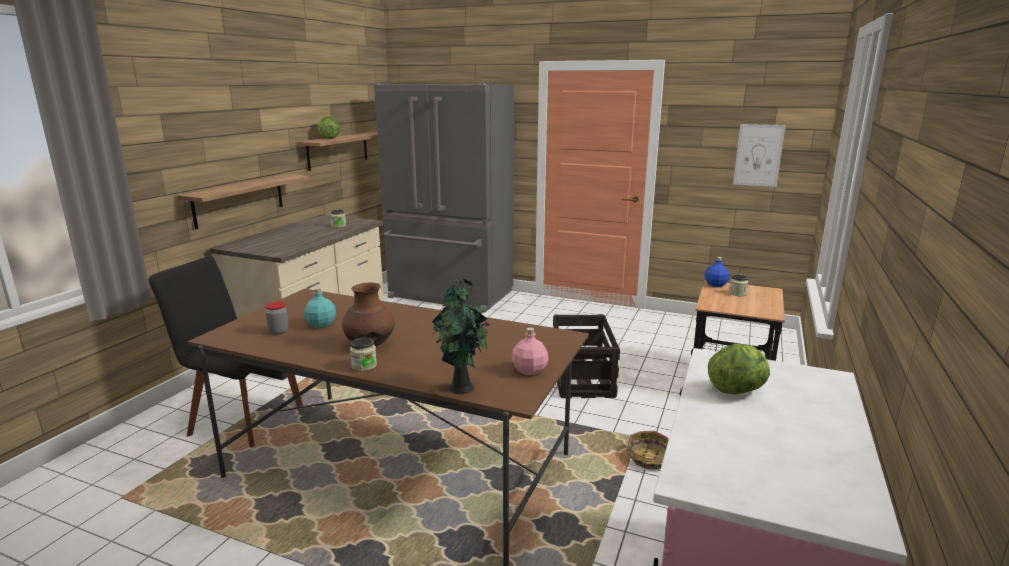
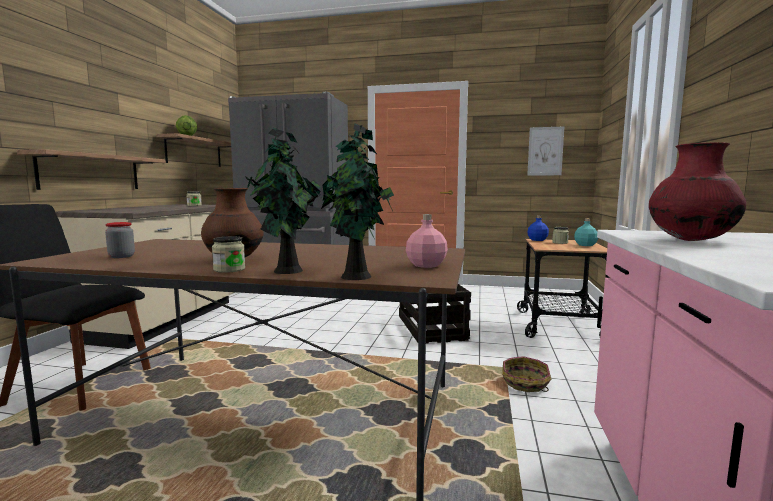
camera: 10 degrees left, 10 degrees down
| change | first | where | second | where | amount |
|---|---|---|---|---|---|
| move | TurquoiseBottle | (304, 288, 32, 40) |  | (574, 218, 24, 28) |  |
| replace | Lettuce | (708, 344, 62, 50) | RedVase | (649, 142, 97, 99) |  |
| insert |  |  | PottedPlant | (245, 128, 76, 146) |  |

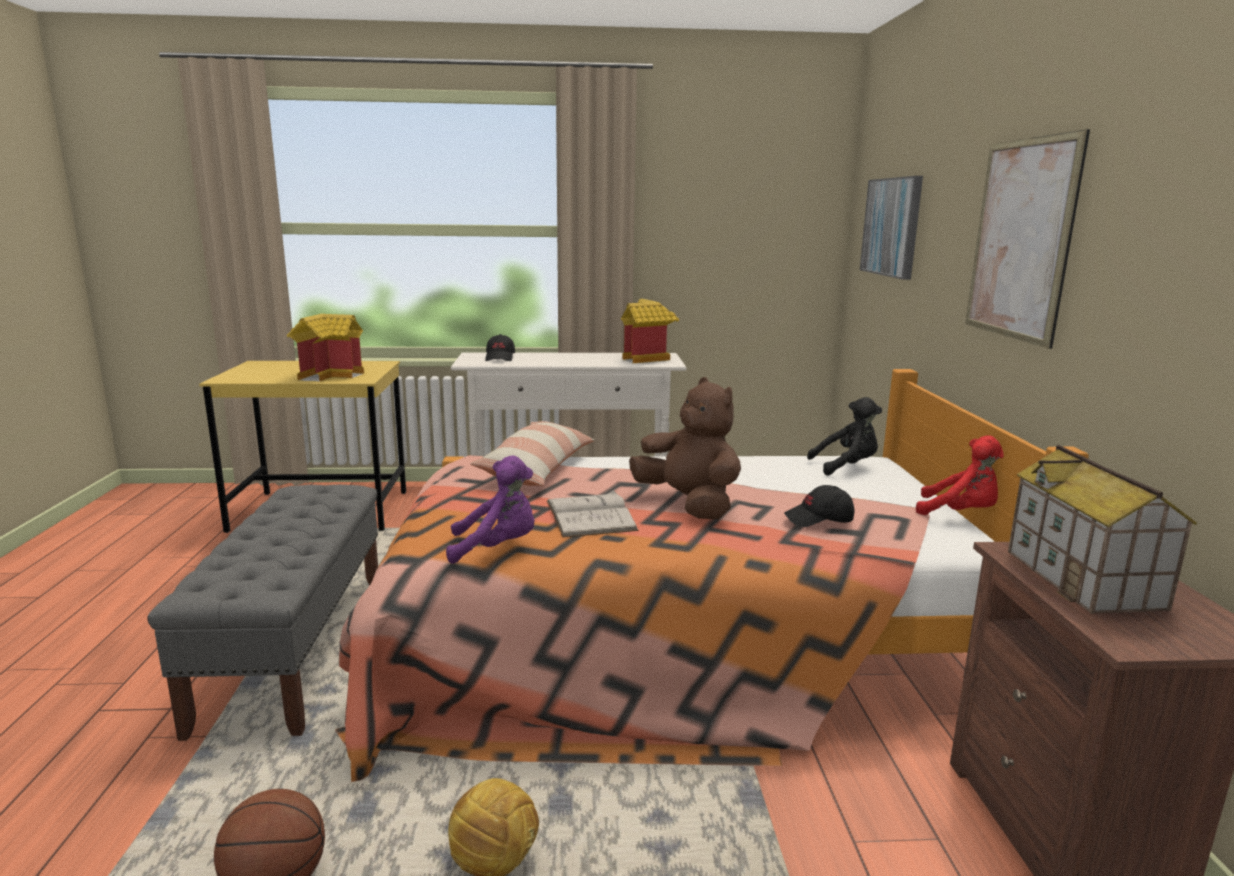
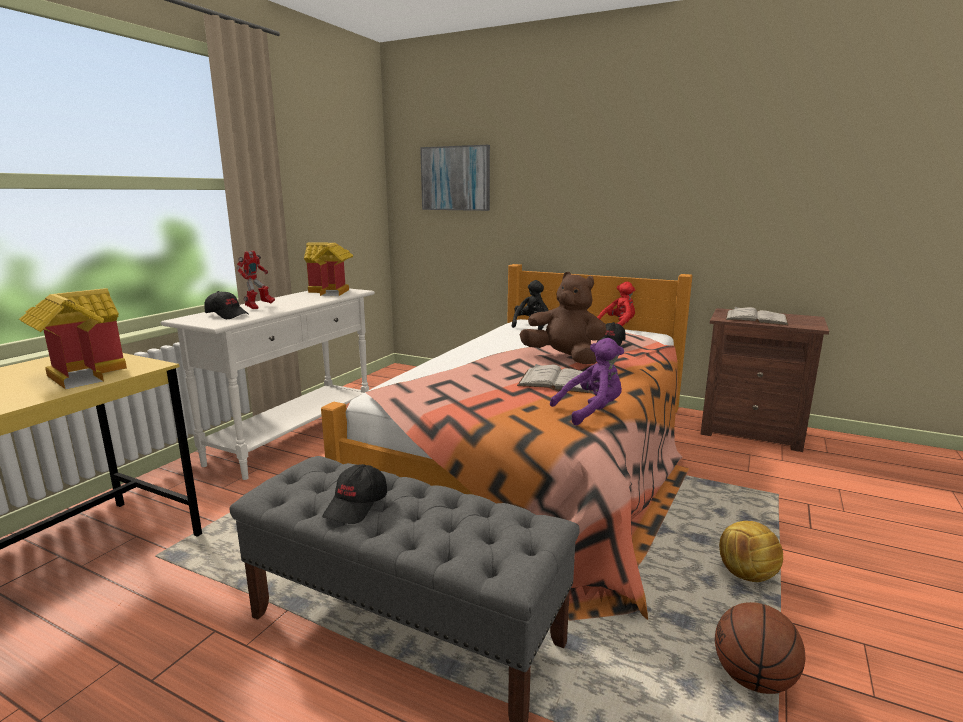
camera: 60 degrees left, 0 degrees up
| change | first | where | second | where | amount |
|---|---|---|---|---|---|
| rotate | PurplePlushToy | (446, 456, 88, 108) |  | (550, 338, 74, 87) | 45 degrees clockwise |
| delete | Pillow | (470, 421, 125, 65) |  |  |  |
| rotate | BrownPlushToy | (629, 377, 112, 142) |  | (519, 272, 88, 92) | 45 degrees clockwise |
| delete | Picture | (965, 129, 125, 220) |  |  |  |
| replace | ToyHouse | (1008, 445, 189, 169) | WhiteBook | (726, 306, 63, 19) |  |
| insert |  |  | ToyRobot | (236, 250, 39, 59) |  |
| insert |  |  | BlackCap | (322, 464, 65, 60) |  |

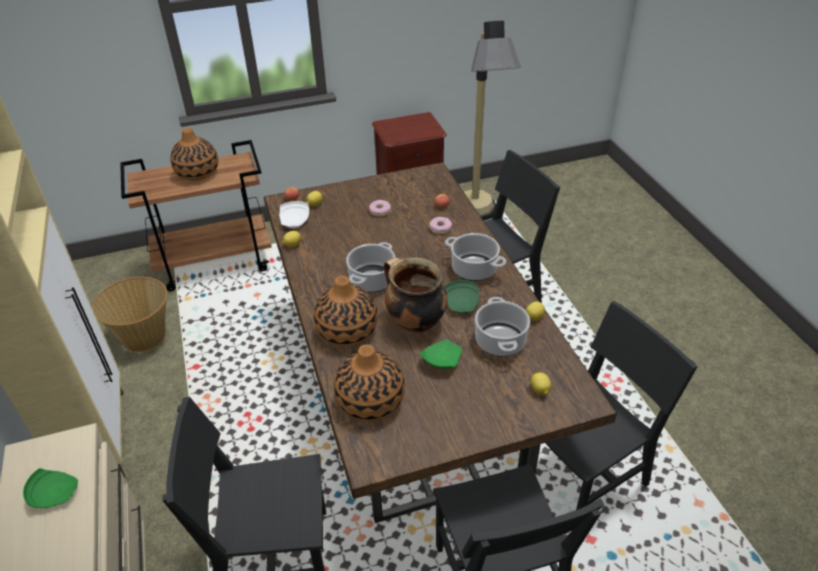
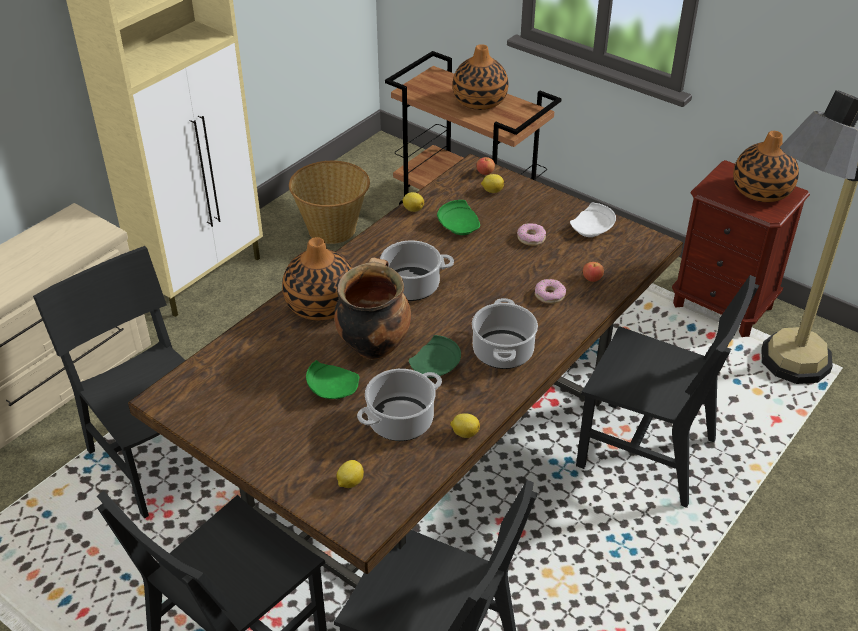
camera: 55 degrees right, 0 degrees up
| change | first | where | second | where | amount |
|---|---|---|---|---|---|
| move | GreenPlate | (23, 468, 55, 40) |  | (437, 200, 43, 35) |  |
| move | WhitePlate | (279, 201, 30, 27) |  | (570, 202, 46, 35) |  |
| move | Vase | (334, 344, 71, 77) |  | (733, 131, 66, 71) |  |

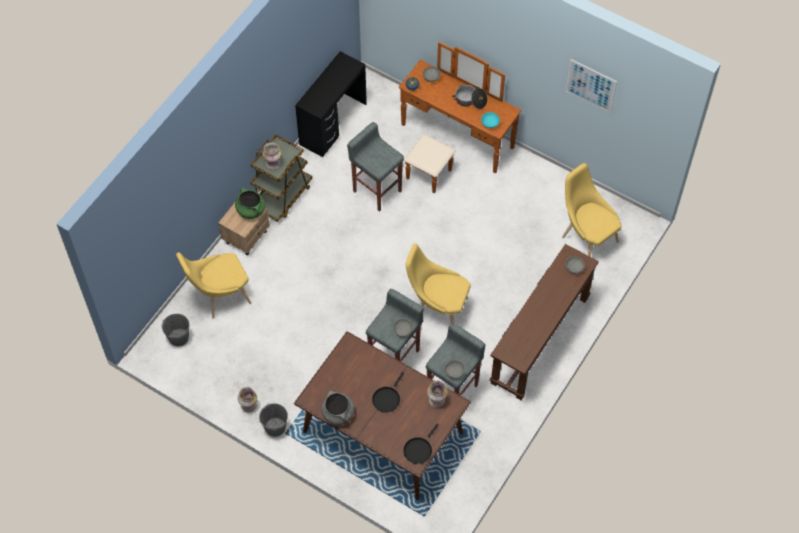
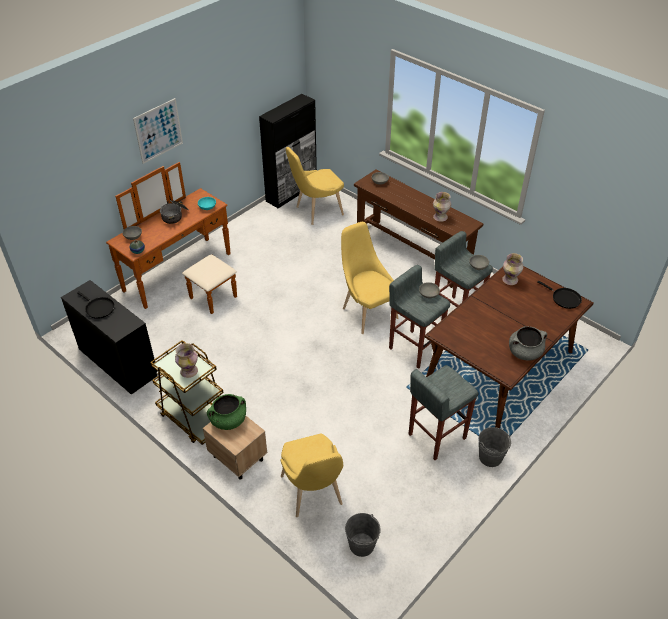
camera: 80 degrees left, 15 degrees down
| change | first | where | second | where | amount |
|---|---|---|---|---|---|
| move | Vase | (238, 387, 19, 25) |  | (433, 192, 18, 30) |  |
| move | GreyStool | (347, 122, 57, 90) |  | (408, 365, 70, 95) |  |
| move | BlackFryingPan | (372, 372, 32, 41) |  | (77, 291, 38, 28) |  |
| rotate | YellowChair | (406, 243, 65, 81) |  | (341, 222, 58, 112) | 120 degrees clockwise |
| move | Picture | (566, 59, 51, 54) |  | (133, 98, 50, 66) |  |
| insert |  |  | BlackCabinet | (259, 94, 58, 114) |  |

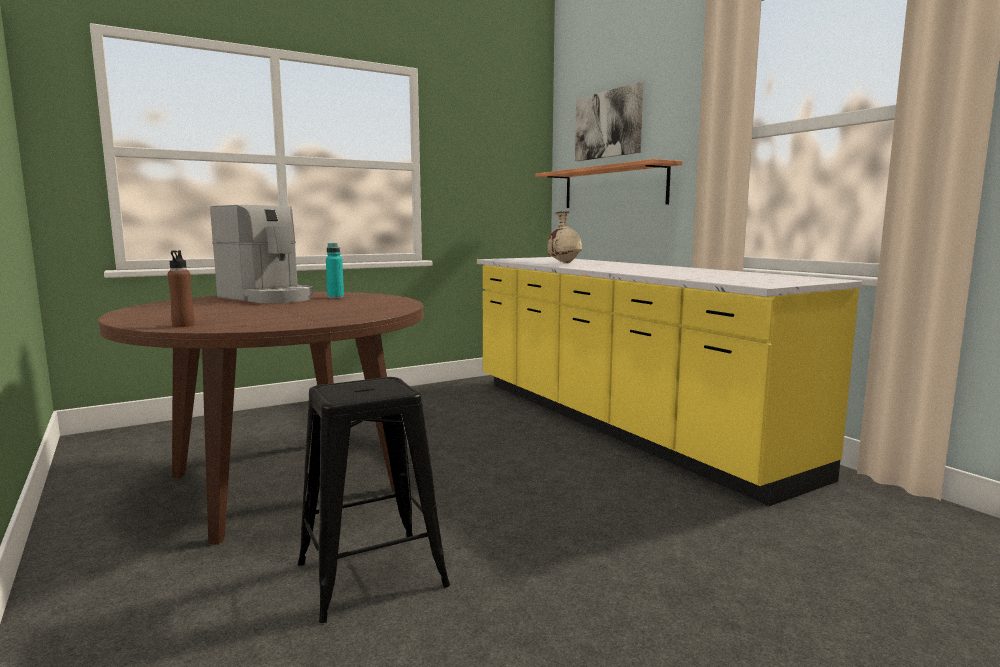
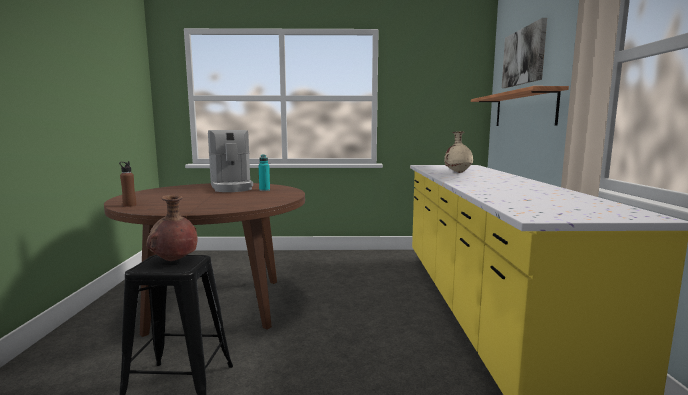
camera: 30 degrees right, 0 degrees up
| change | first | where | second | where | amount |
|---|---|---|---|---|---|
| insert |  |  | BrownVase | (146, 195, 52, 66) |  |

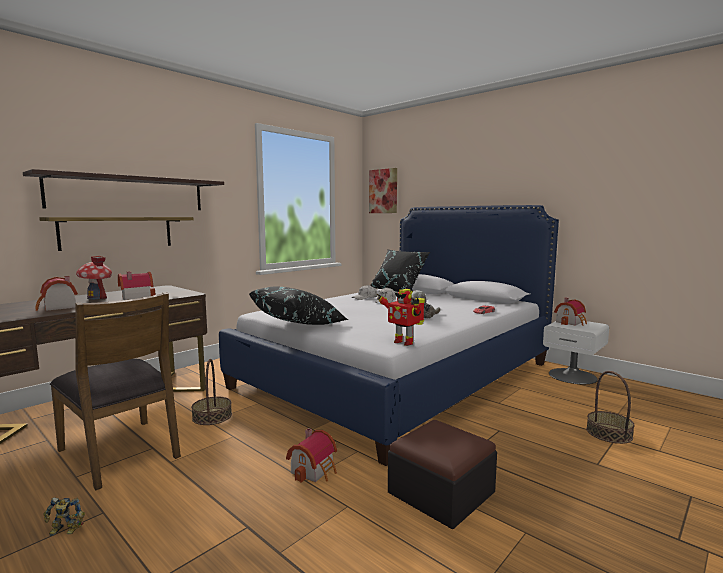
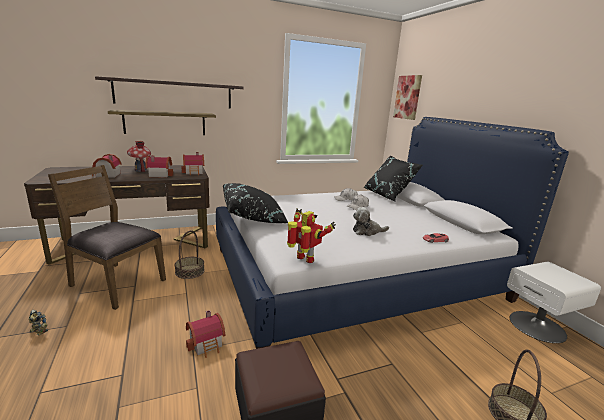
camera: 25 degrees right, 10 degrees up
| change | first | where | second | where | amount |
|---|---|---|---|---|---|
| rotate | BrownChair | (50, 292, 131, 198) |  | (48, 165, 118, 145) | 135 degrees clockwise |
| rotate | ToyRobot | (377, 289, 48, 57) |  | (287, 208, 49, 55) | 150 degrees clockwise |
| move | ToyHouse | (554, 298, 33, 28) |  | (181, 152, 23, 23) |  |

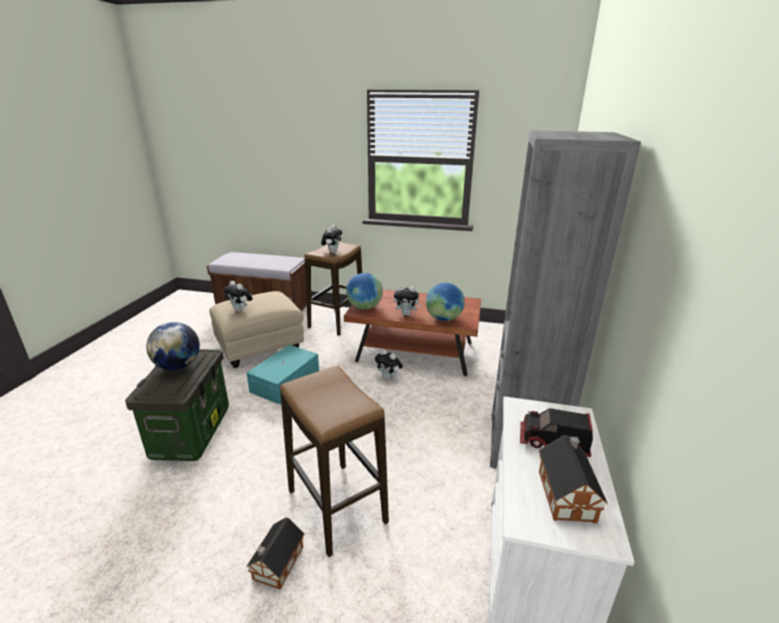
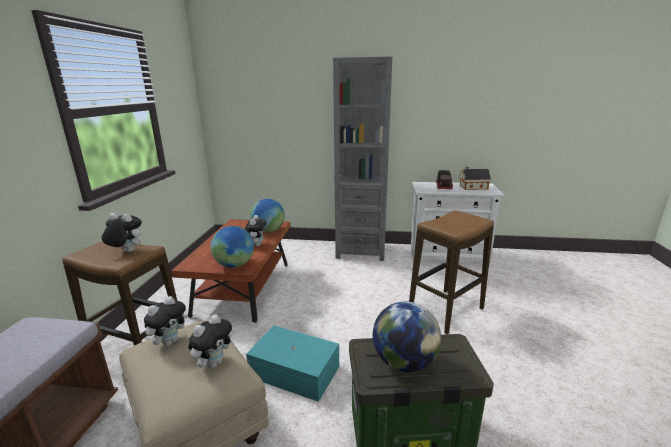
camera: 95 degrees left, 5 degrees down
| change | first | where | second | where | amount |
|---|---|---|---|---|---|
| delete | ToyHouse | (246, 517, 58, 72) |  |  |  |
| move | PlushToy | (375, 349, 28, 31) |  | (144, 296, 44, 50) |  |

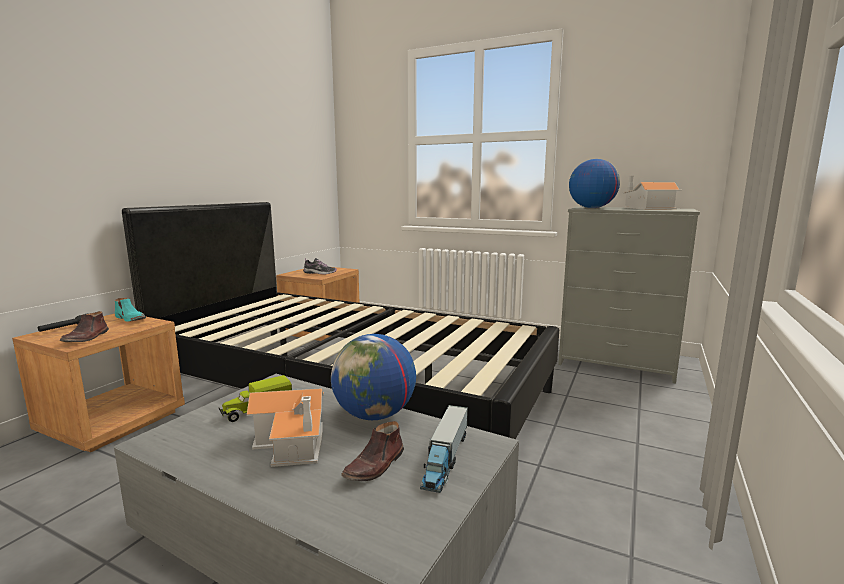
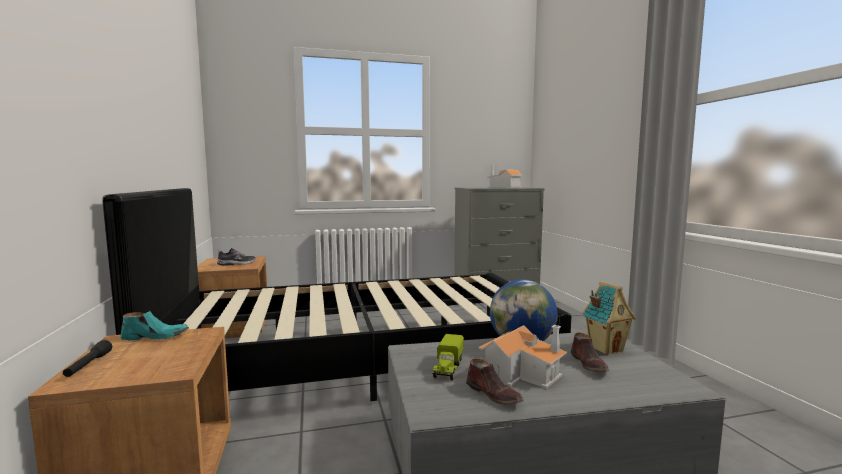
camera: 40 degrees left, 5 degrees down
| change | first | where | second | where | amount |
|---|---|---|---|---|---|
| move | BrownShoe | (60, 311, 49, 31) |  | (466, 359, 58, 46) |  |
| replace | ToyTruck | (420, 405, 48, 88) | ToyHouse | (582, 281, 54, 74) |  |
| delete | Globe | (569, 159, 51, 49) |  |  |  |

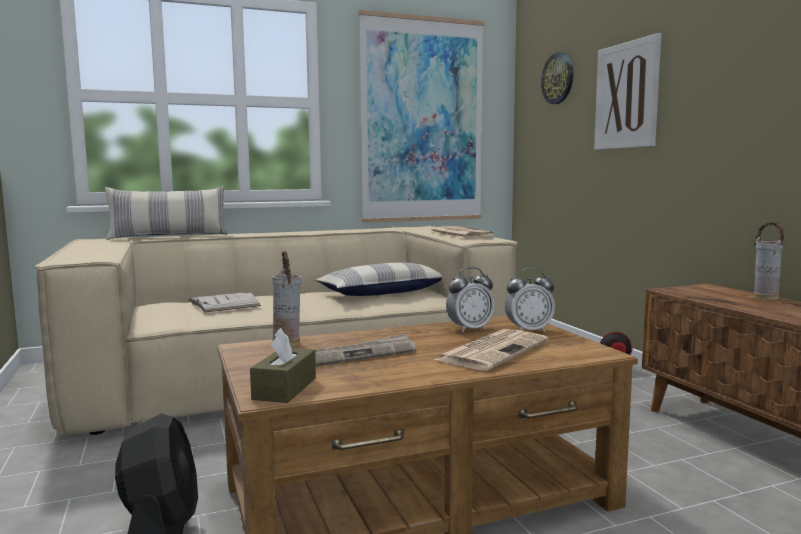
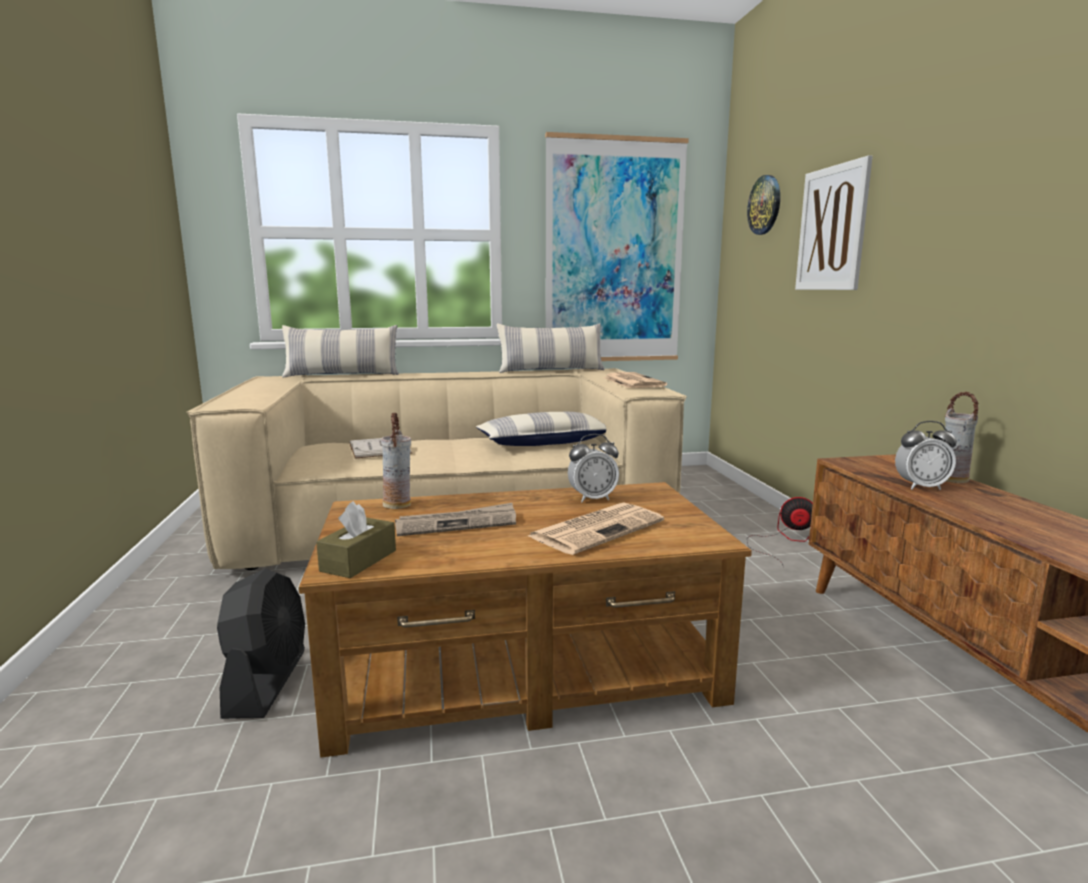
camera: 10 degrees right, 5 degrees up
| change | first | where | second | where | amount |
|---|---|---|---|---|---|
| move | AlarmClock | (505, 268, 50, 64) |  | (895, 421, 62, 69) |  |
| insert |  |  | Pillow | (497, 323, 108, 50) |  |

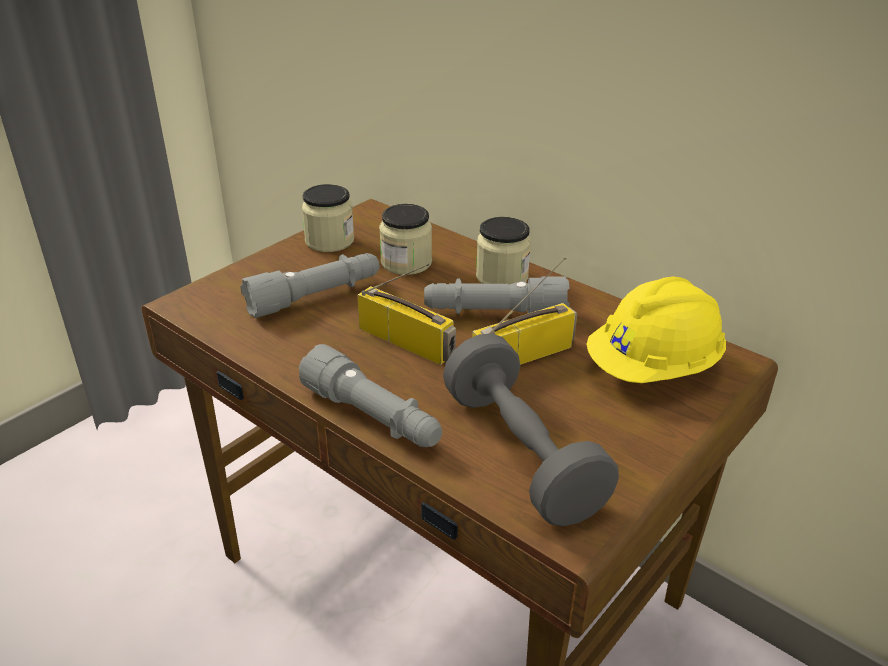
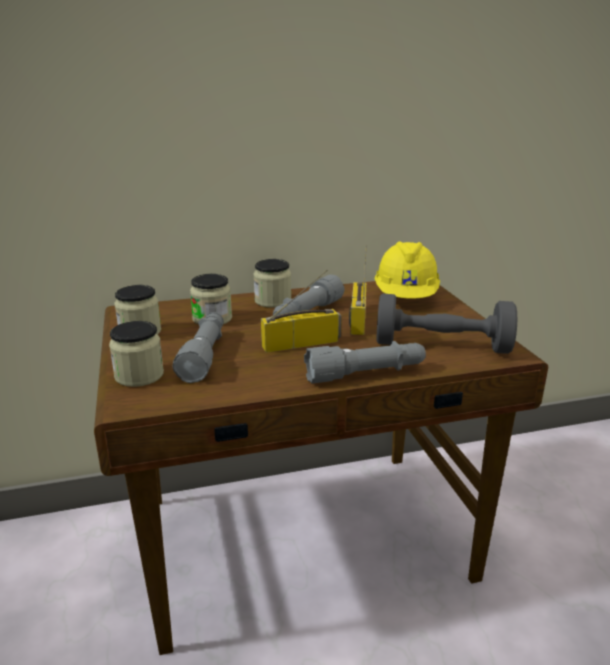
camera: 55 degrees left, 10 degrees down
| change | first | where | second | where | amount |
|---|---|---|---|---|---|
| insert |  |  | Jar | (109, 321, 55, 66) |  |

